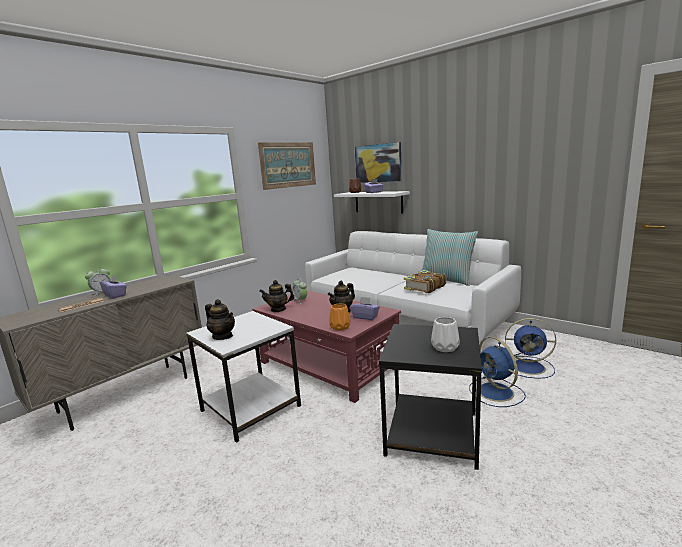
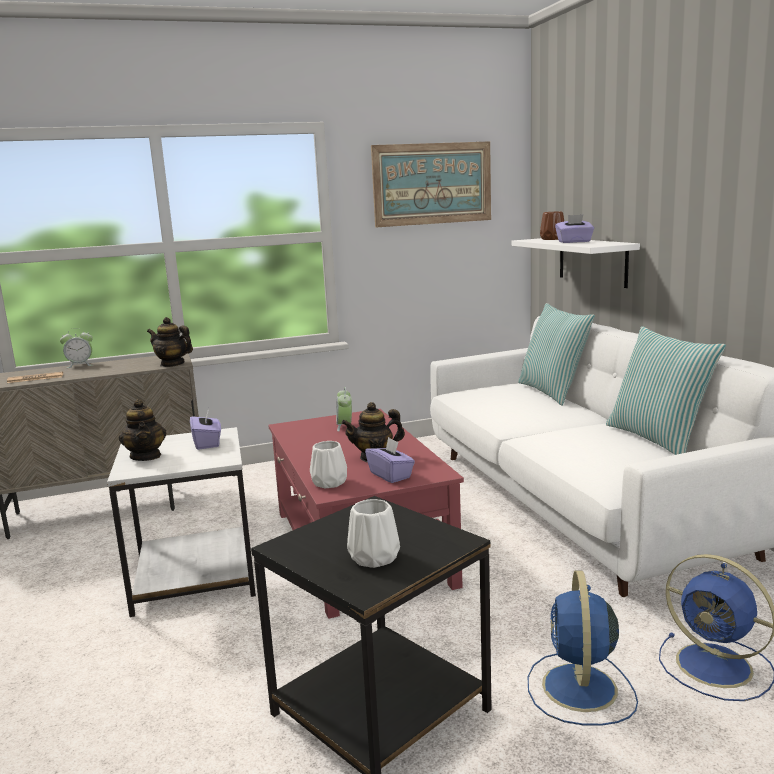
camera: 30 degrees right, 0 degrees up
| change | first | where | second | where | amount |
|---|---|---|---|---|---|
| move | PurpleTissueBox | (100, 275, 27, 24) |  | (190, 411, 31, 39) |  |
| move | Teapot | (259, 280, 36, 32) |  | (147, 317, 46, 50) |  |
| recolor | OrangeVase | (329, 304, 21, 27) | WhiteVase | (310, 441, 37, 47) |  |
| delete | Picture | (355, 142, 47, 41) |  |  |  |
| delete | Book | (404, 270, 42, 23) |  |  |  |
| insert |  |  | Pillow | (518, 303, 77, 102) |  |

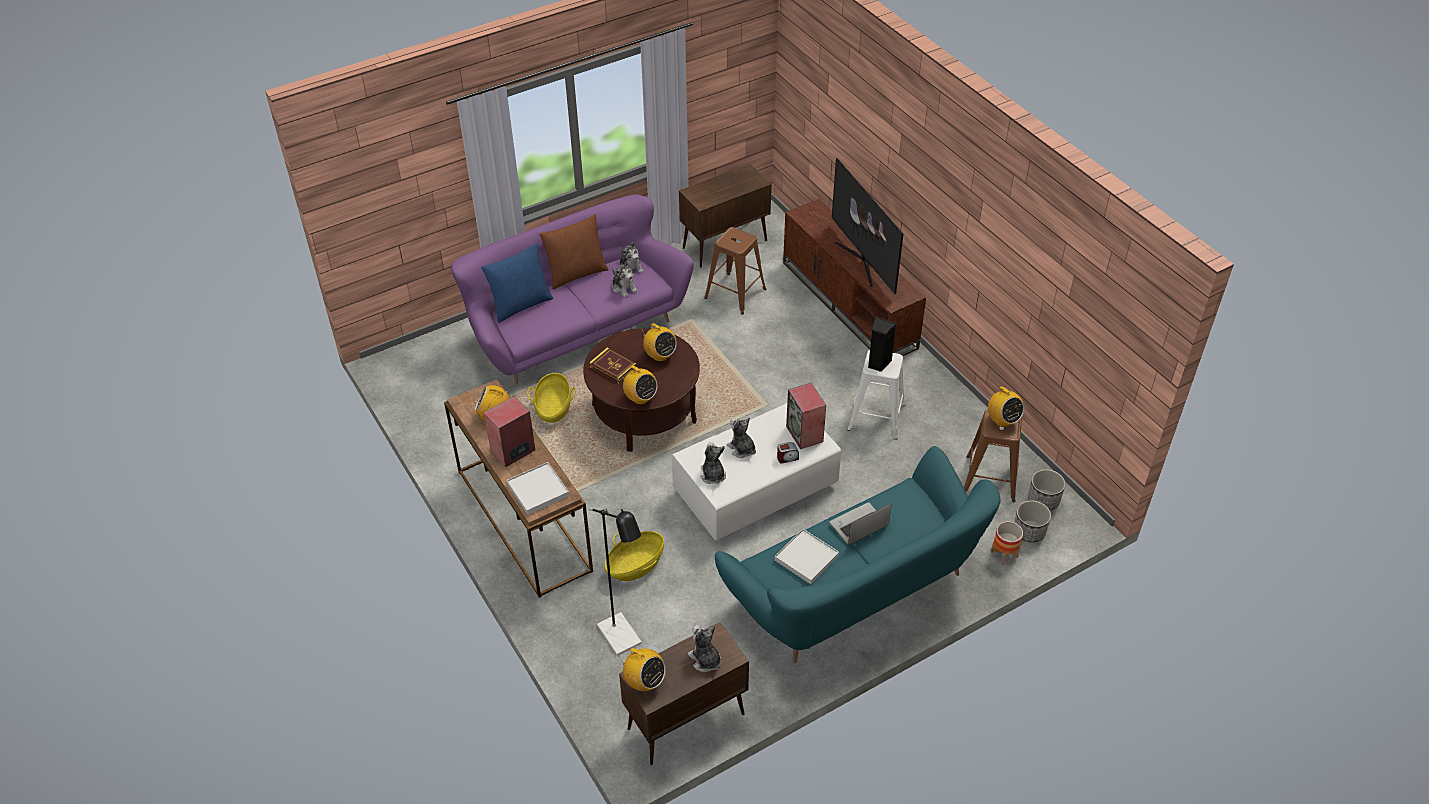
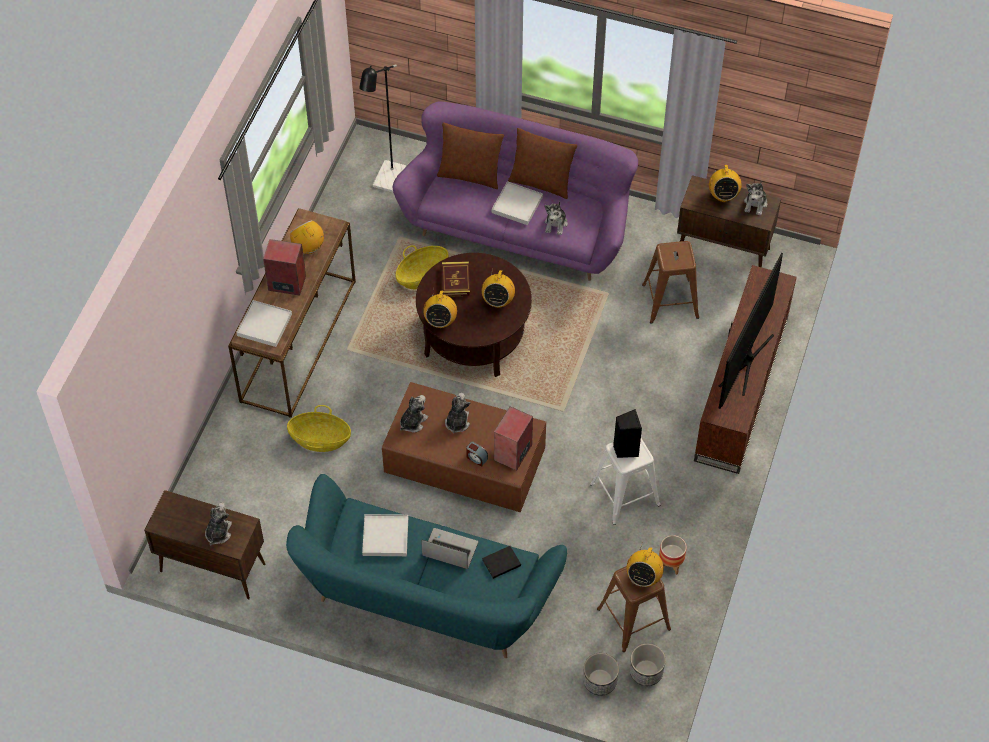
camera: 50 degrees right, 10 degrees up
| change | first | where | second | where | amount |
|---|---|---|---|---|---|
| recolor | BluePillow | (481, 243, 72, 80) | BrownPillow | (437, 122, 67, 67) |  |
| move | BlackFloorLamp | (588, 507, 54, 149) |  | (359, 64, 47, 128) |  |
| move | Radio | (619, 648, 47, 43) |  | (709, 165, 33, 37) |  |
| move | PlushToy | (620, 243, 24, 33) |  | (744, 182, 23, 33) |  |
| recolor | WhiteCoffeeTable | (672, 403, 169, 138) | BrownCoffeeTable | (382, 382, 164, 130) |  |
| move | Planter | (991, 521, 32, 44) |  | (659, 535, 28, 40) |  |
| insert |  |  | BlackBook | (482, 546, 39, 33) |  |
| insert |  |  | WhiteTray | (492, 181, 51, 44) |  |

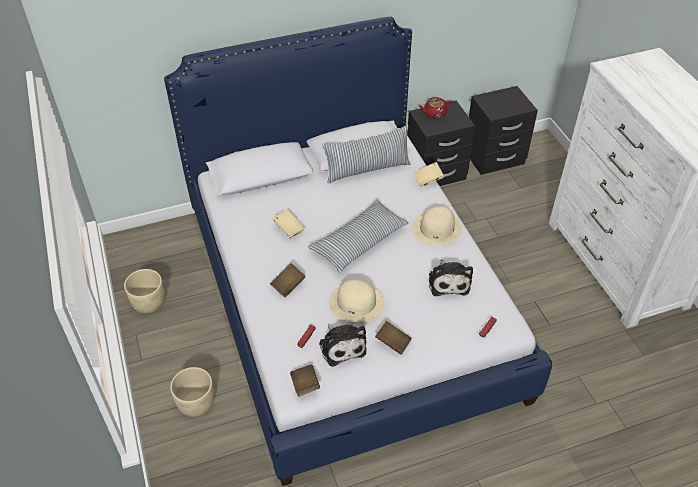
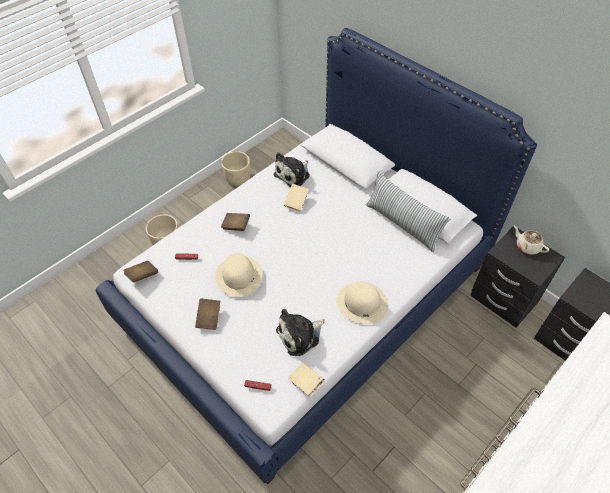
camera: 65 degrees right, 5 degrees up
| change | first | where | second | where | amount |
|---|---|---|---|---|---|
| delete | Pillow | (308, 199, 101, 73) |  |  |  |
| move | PlushToy | (319, 324, 48, 43) |  | (273, 152, 37, 35) |  |
| move | BeigeBook | (413, 162, 31, 26) |  | (288, 363, 37, 34) |  |
| recolor | RedTeapot | (418, 97, 34, 22) | BeigeTeapot | (514, 225, 35, 30) |  |

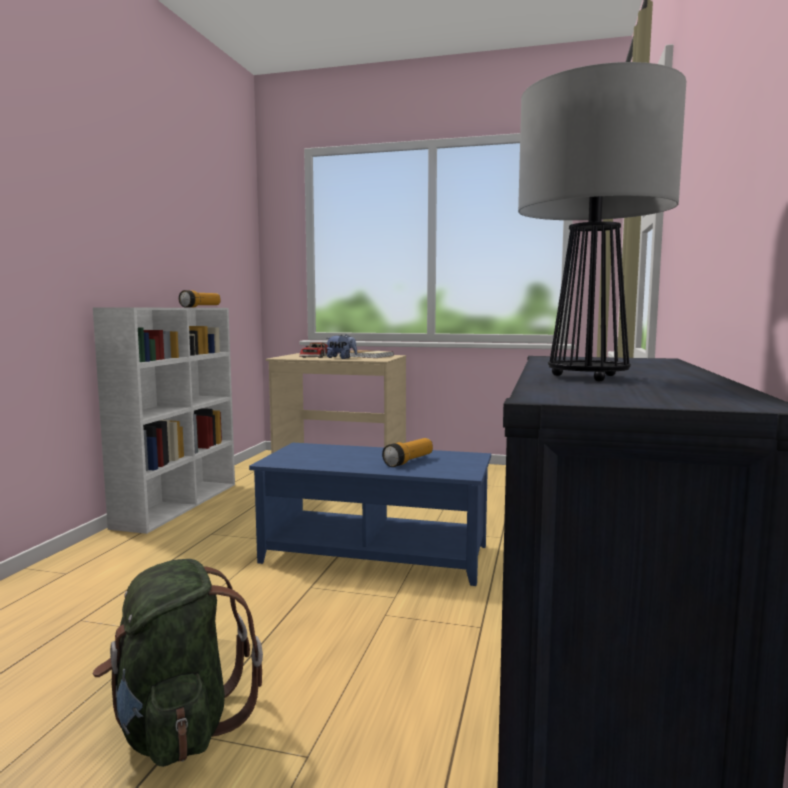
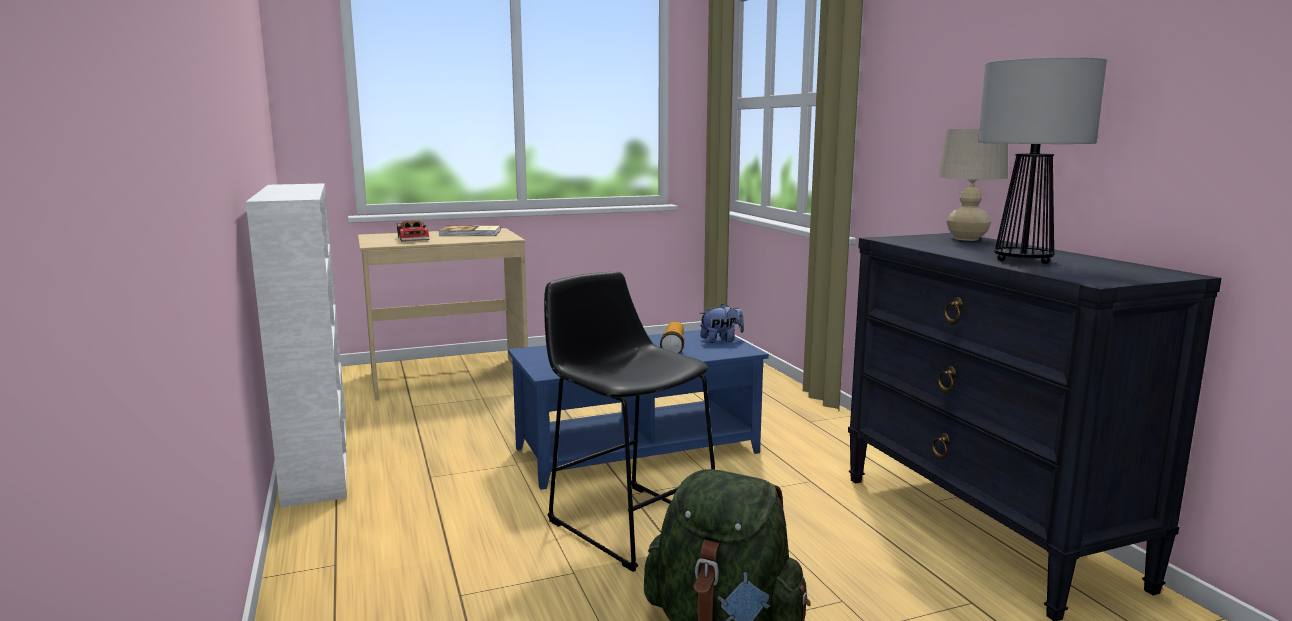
camera: 35 degrees left, 5 degrees up
| change | first | where | second | where | amount |
|---|---|---|---|---|---|
| delete | Flashlight | (179, 290, 41, 18) |  |  |  |
| move | PlushToy | (327, 335, 30, 24) |  | (700, 304, 44, 39) |  |
| insert |  |  | BlackStool | (544, 271, 171, 301) |  |
| insert |  |  | BeigeTableLamp | (938, 129, 70, 112) |  |

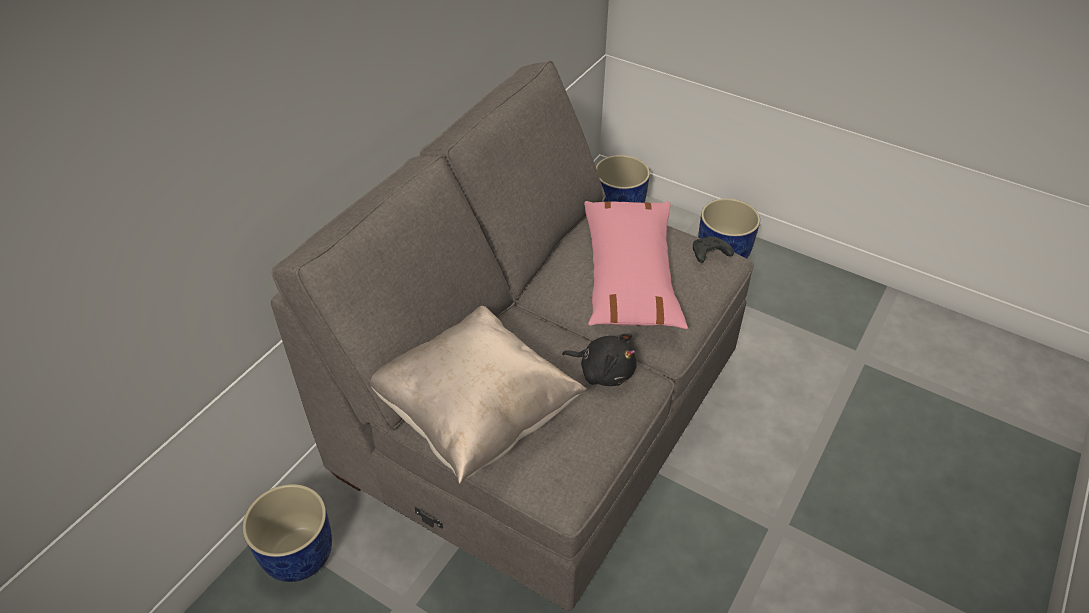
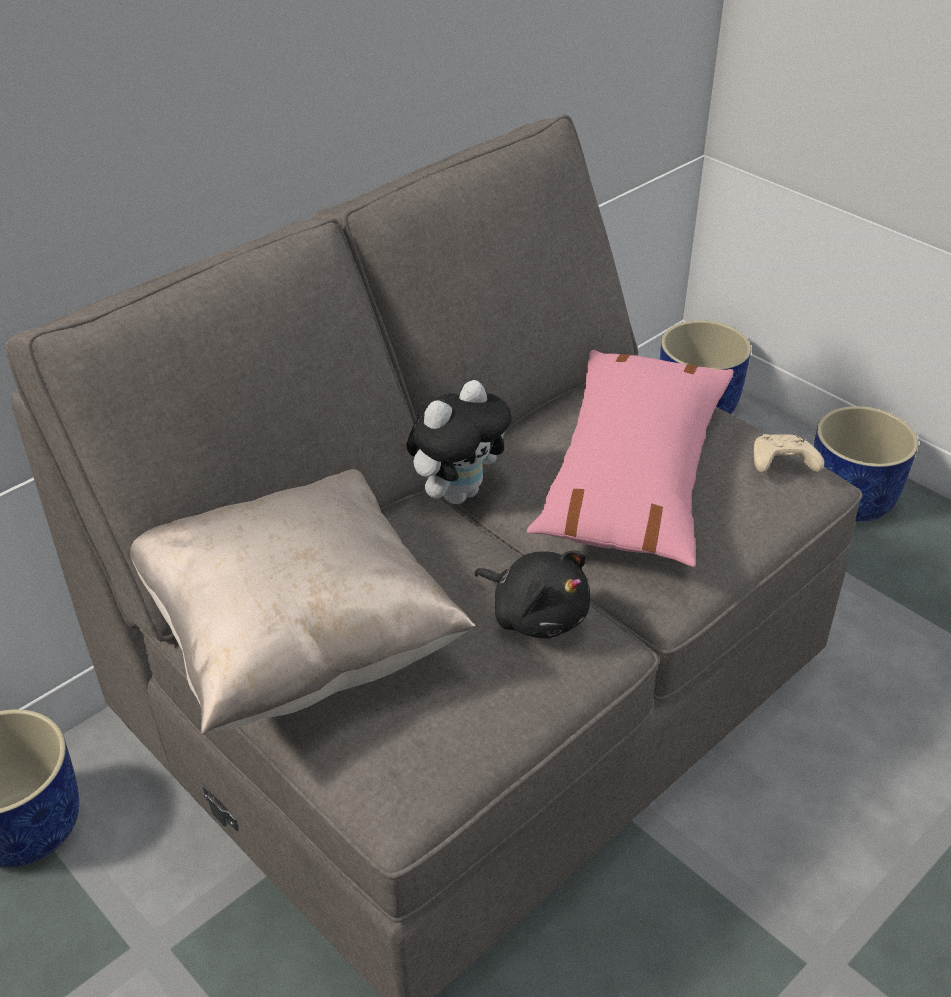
camera: 15 degrees right, 5 degrees down
| change | first | where | second | where | amount |
|---|---|---|---|---|---|
| recolor | BlackGameController | (693, 236, 41, 27) | BeigeGameController | (754, 434, 70, 39) |  |
| insert |  |  | PlushToy | (406, 380, 106, 124) |  |

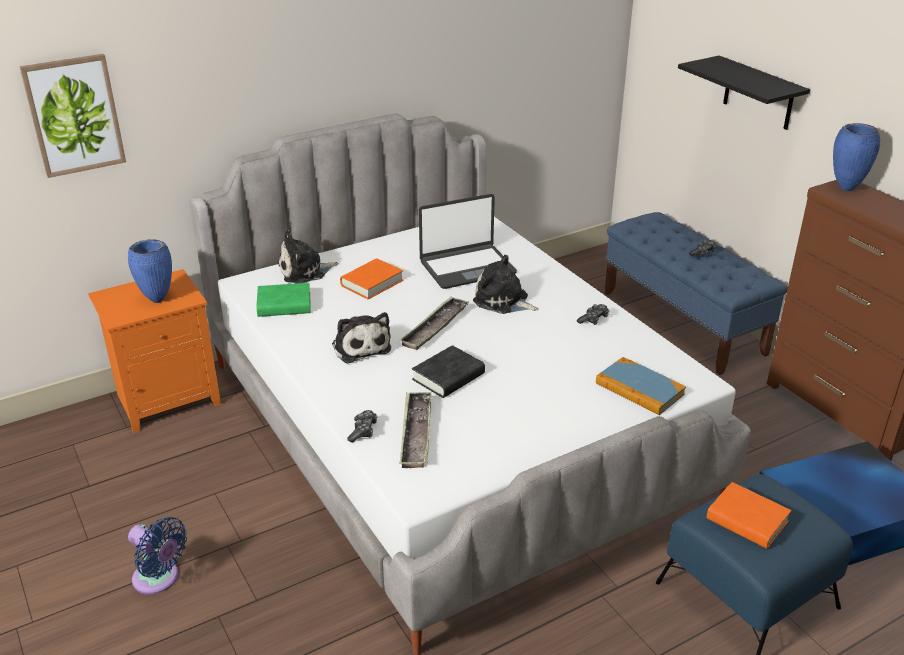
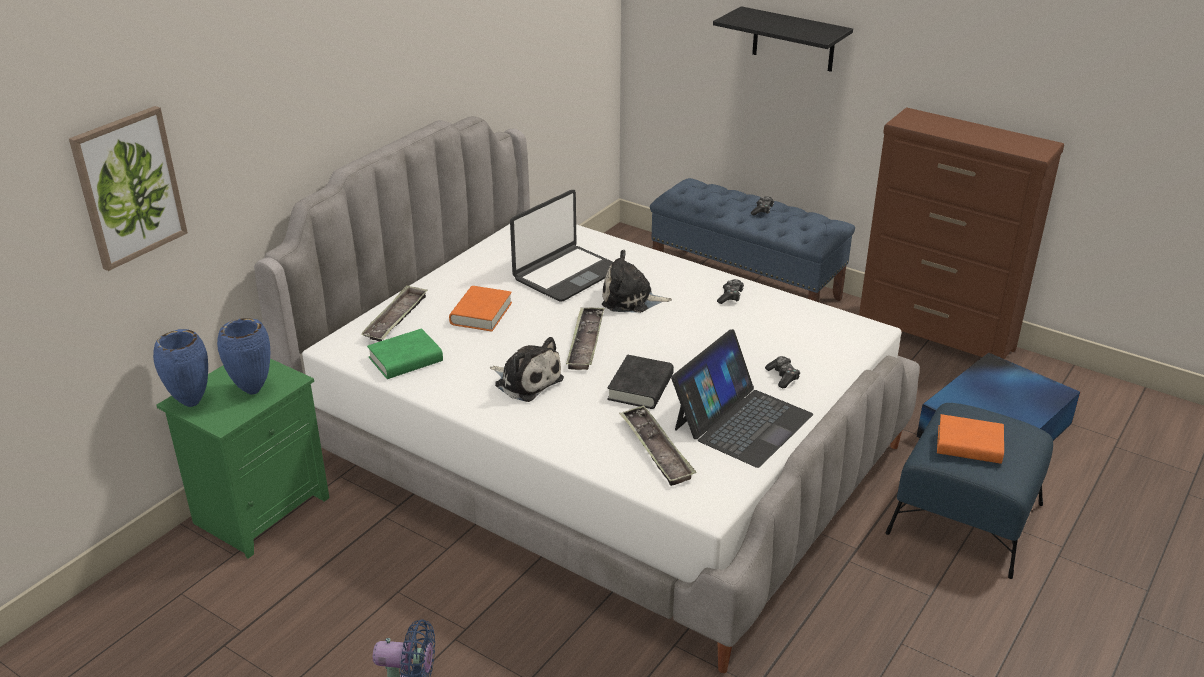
camera: 25 degrees left, 0 degrees up
| change | first | where | second | where | amount |
|---|---|---|---|---|---|
| recolor | OrangeNightstand | (88, 269, 133, 164) | GreenNightstand | (157, 359, 172, 200) |  |
| replace | PlushToy | (279, 230, 59, 54) | Tray | (361, 285, 67, 57) |  |
| move | GameController | (347, 410, 30, 32) |  | (765, 356, 35, 32) |  |
| delete | Book | (596, 357, 90, 58) |  |  |  |
| move | BlueVase | (833, 123, 47, 68) |  | (153, 329, 55, 78) |  |
| insert |  |  | Laptop | (671, 329, 142, 139) |  |

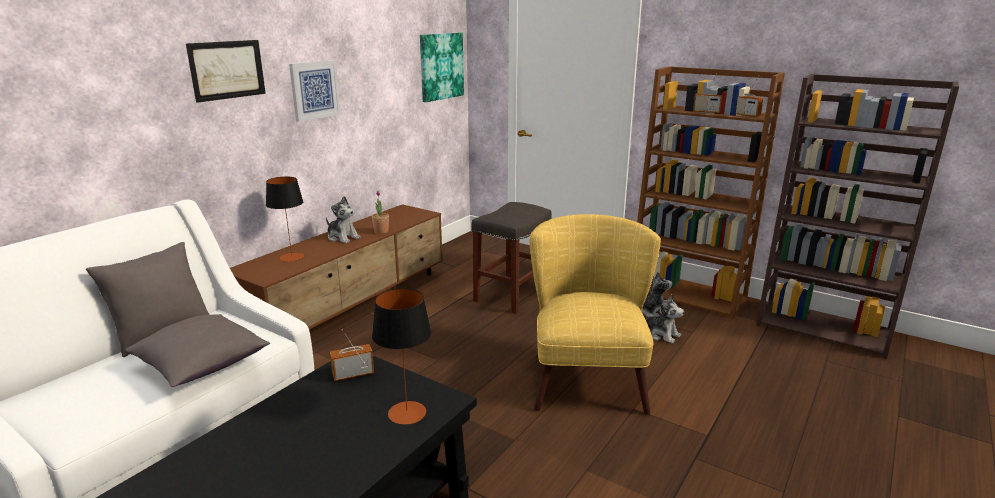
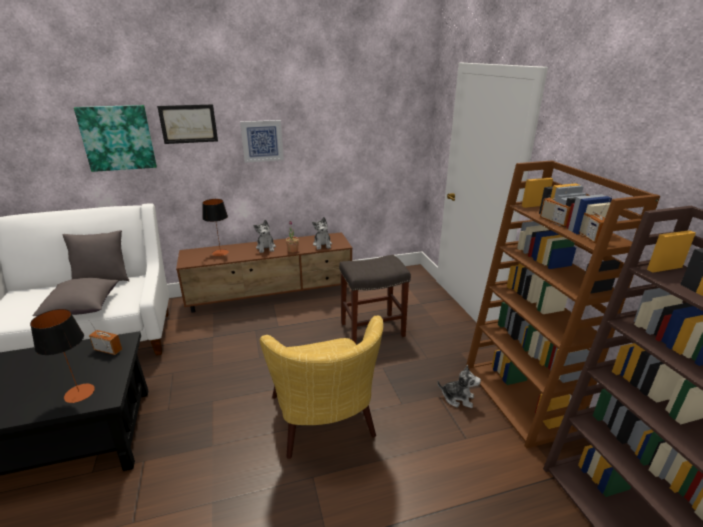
camera: 40 degrees right, 5 degrees up
| change | first | where | second | where | amount |
|---|---|---|---|---|---|
| move | Picture | (420, 33, 44, 69) |  | (74, 105, 83, 67) |  |
| rotate | YellowArmchair | (530, 214, 131, 201) |  | (260, 316, 123, 143) | 120 degrees clockwise |
| move | PlushToy | (642, 294, 42, 50) |  | (312, 217, 20, 33) |  |

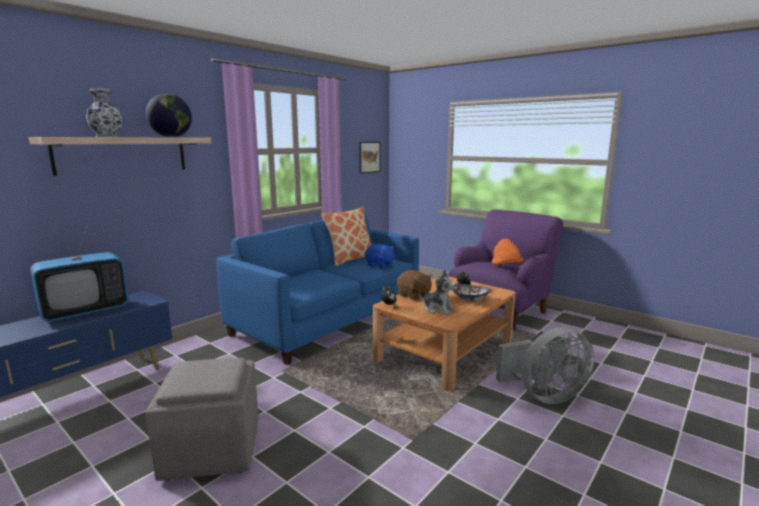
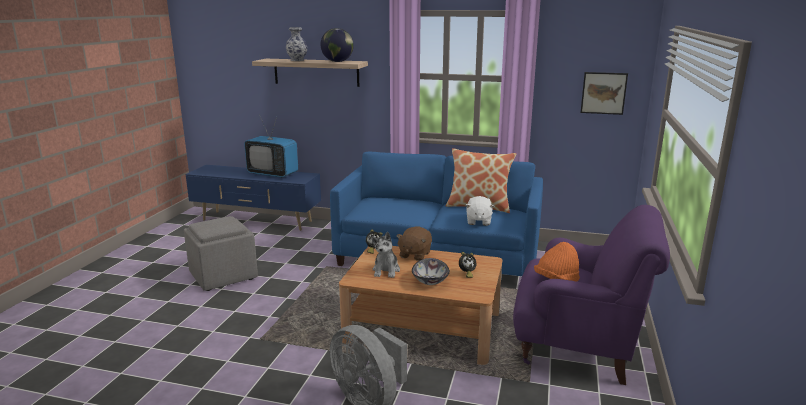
camera: 65 degrees right, 5 degrees up
| change | first | where | second | where | amount |
|---|---|---|---|---|---|
| recolor | BluePlushToy | (365, 244, 30, 24) | WhitePlushToy | (465, 196, 29, 30) |  |

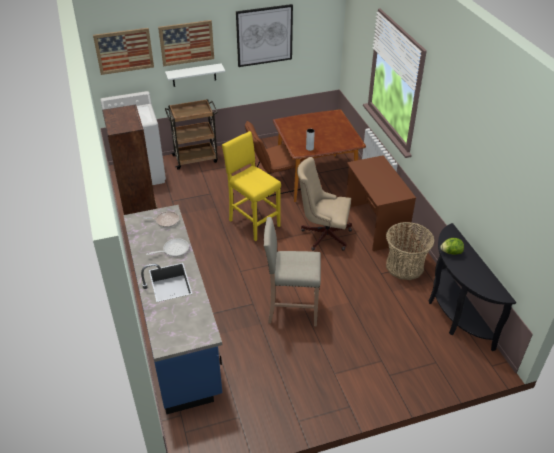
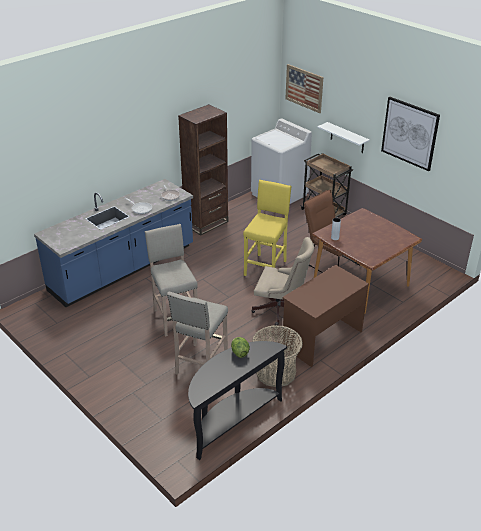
camera: 65 degrees right, 5 degrees down
| change | first | where | second | where | amount |
|---|---|---|---|---|---|
| delete | Picture | (158, 20, 56, 46) |  |  |  |
| rotate | BeigeOfficeChair | (297, 157, 55, 94) |  | (251, 237, 63, 89) | 120 degrees clockwise |
| insert |  |  | BeigeStool | (167, 292, 61, 83) |  |

